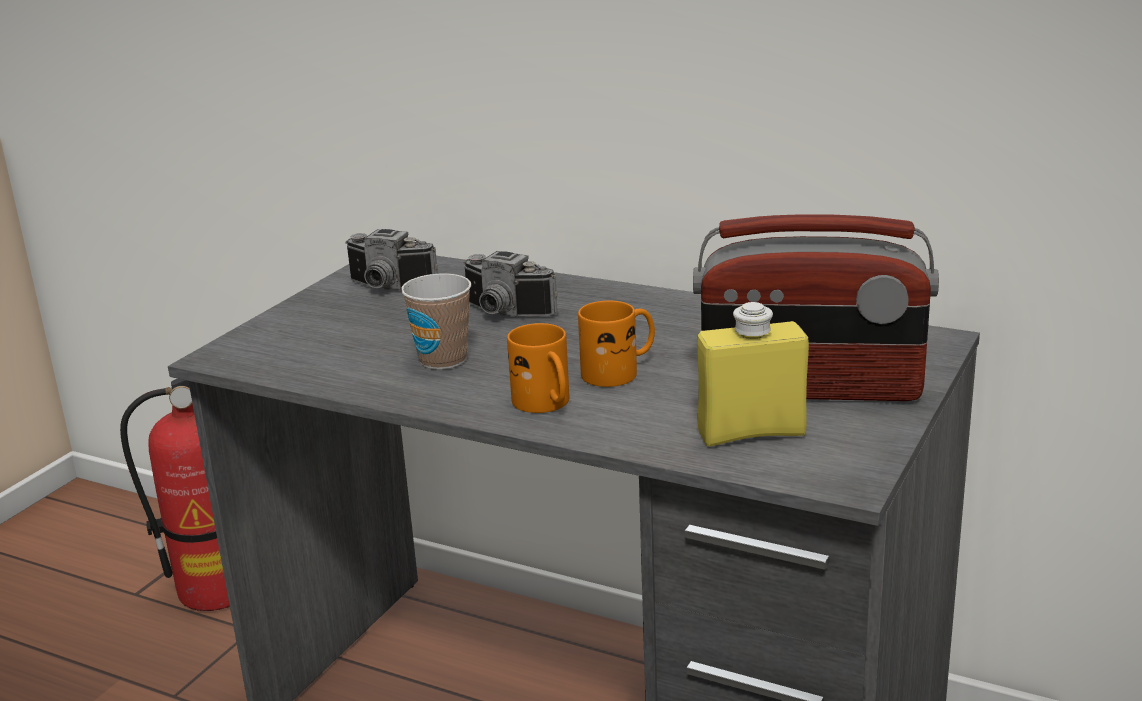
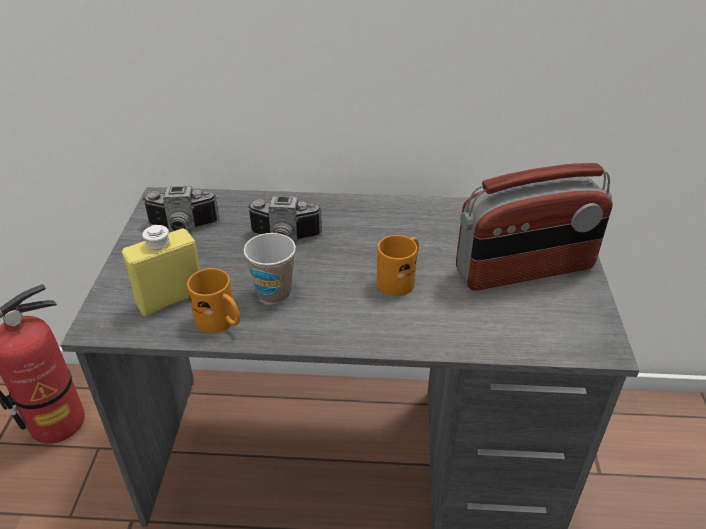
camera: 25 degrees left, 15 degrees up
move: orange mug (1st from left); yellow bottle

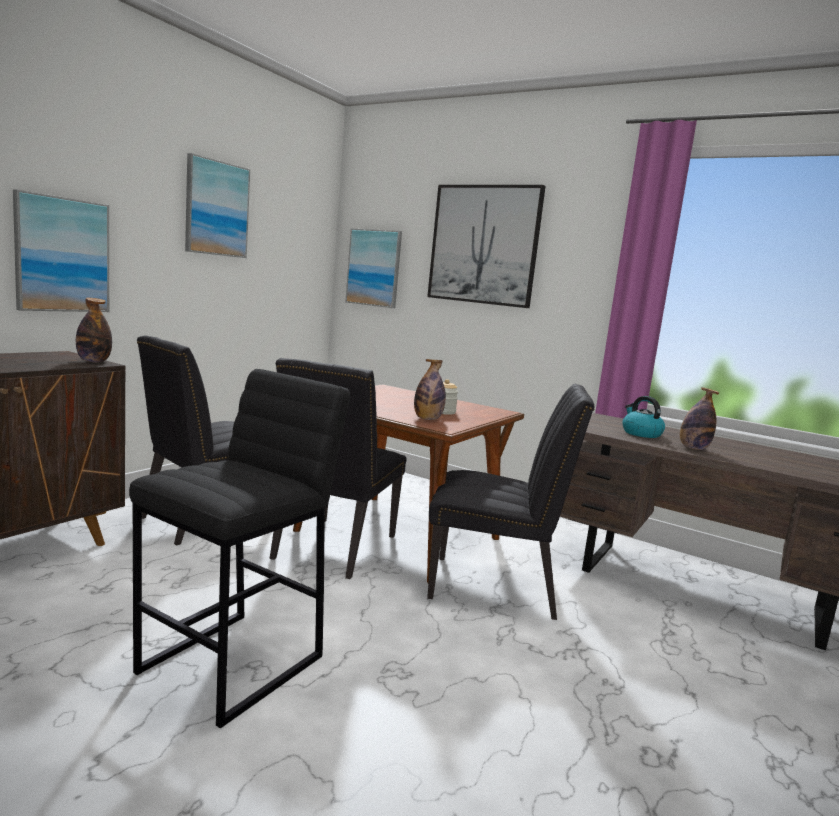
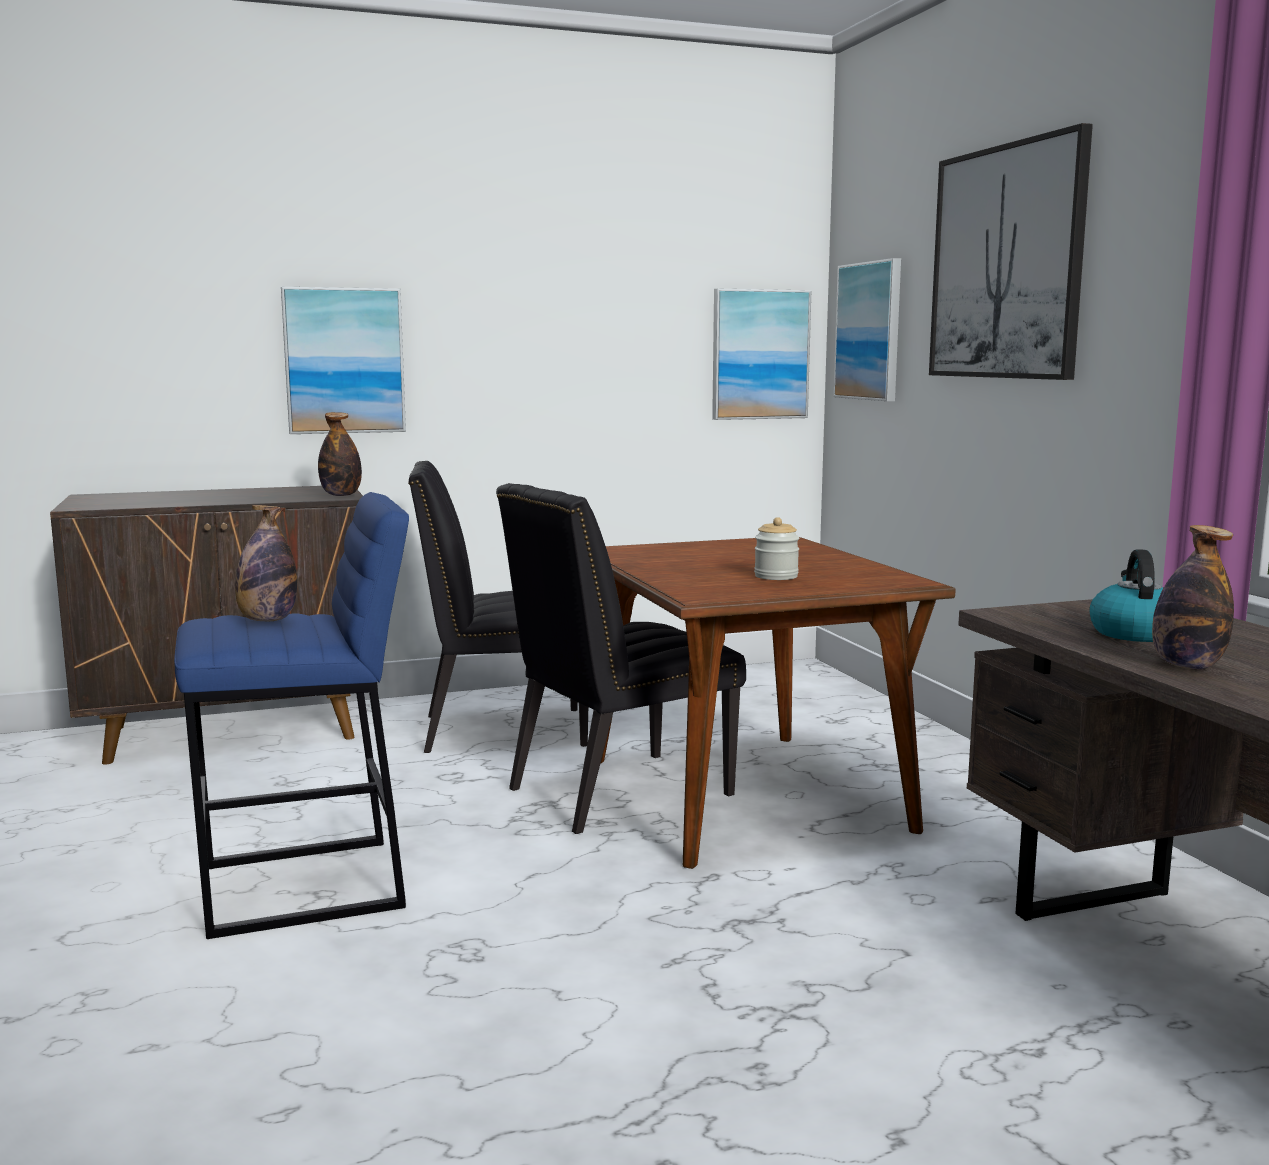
camera: 40 degrees right, 0 degrees up
delete: black chair (3rd from left)
move: picture (2nd from left); bottle (2nd from left in the first image) to bottle (1st from left)
recolor: black stool to blue stool

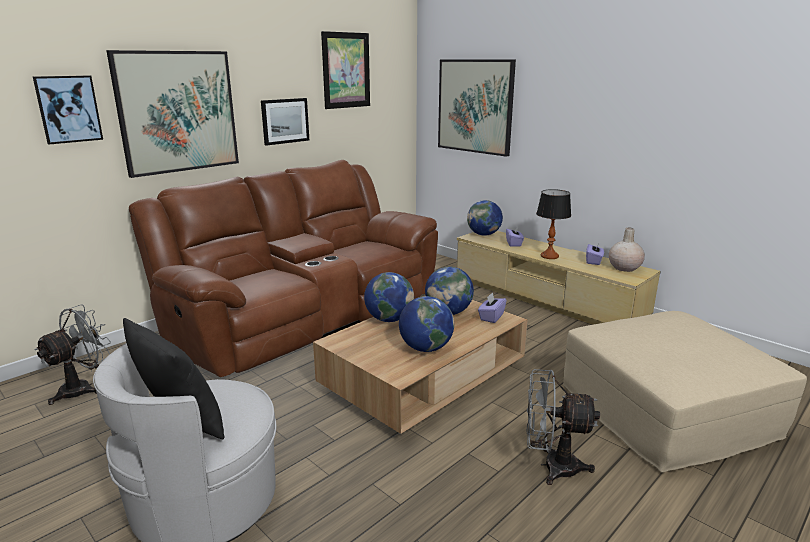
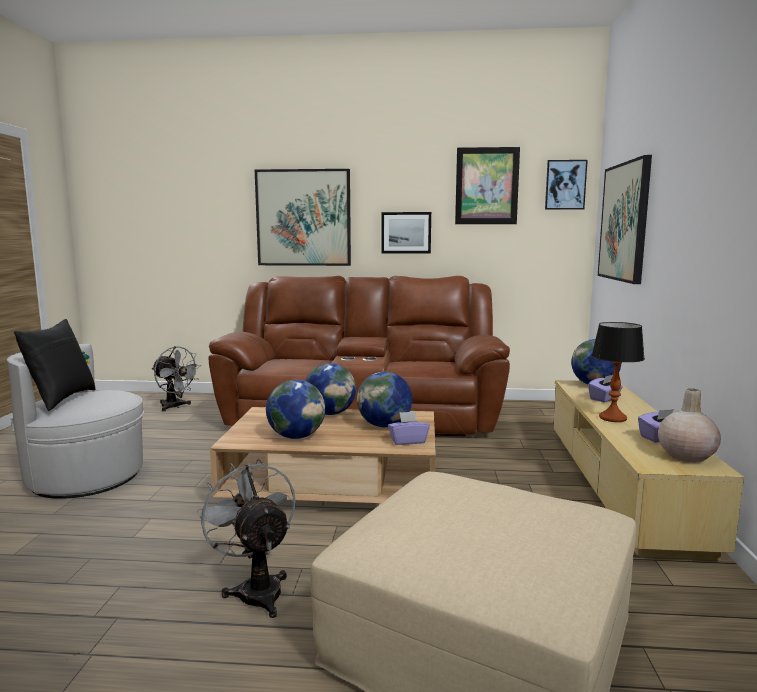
camera: 50 degrees right, 10 degrees down
move: picture (1st from left in the first image) to picture (4th from left)
rotate: grey fan (1st from left) 45 degrees clockwise

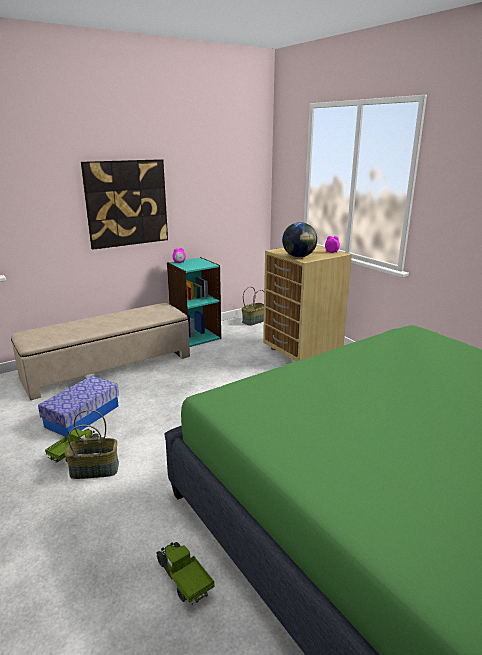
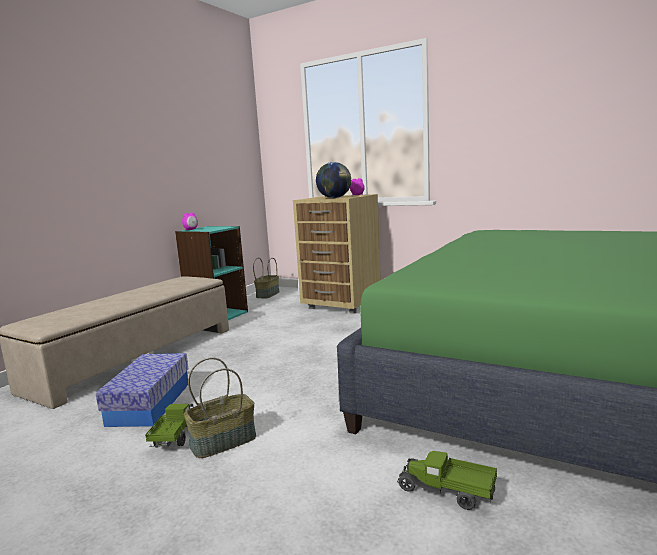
camera: 25 degrees left, 10 degrees down
delete: picture

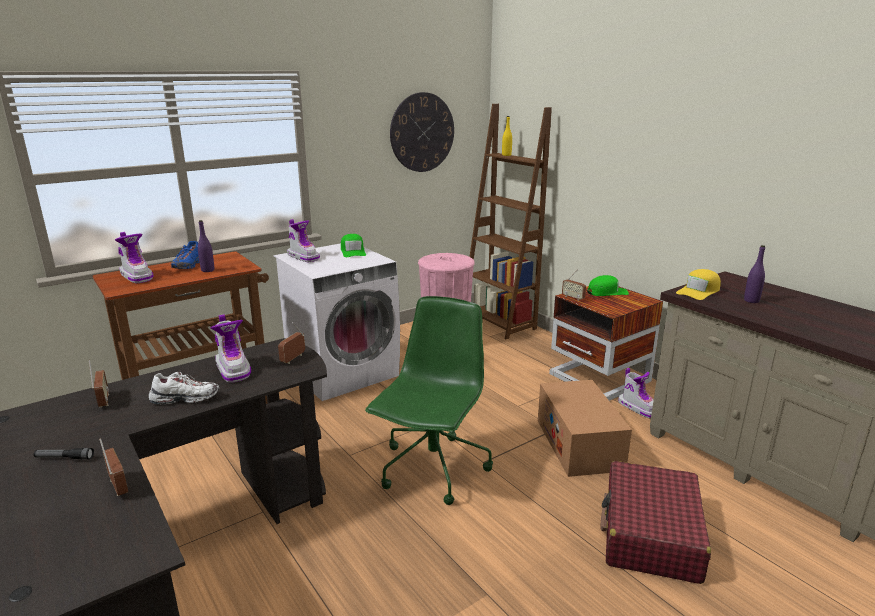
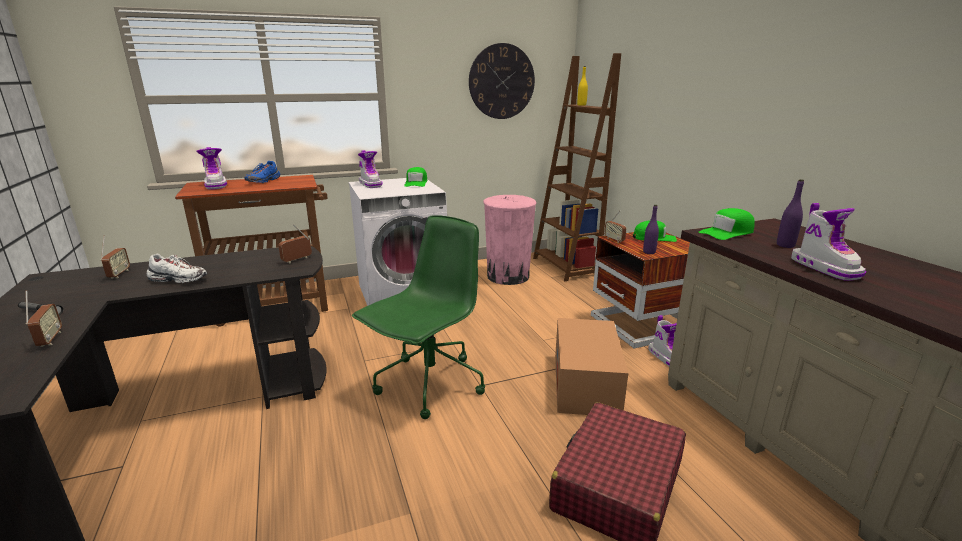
camera: 15 degrees right, 0 degrees up
move: purple bottle (1st from left); boot (2nd from left in the first image) to boot (4th from left)
recolor: yellow cap to green cap (3rd from left)

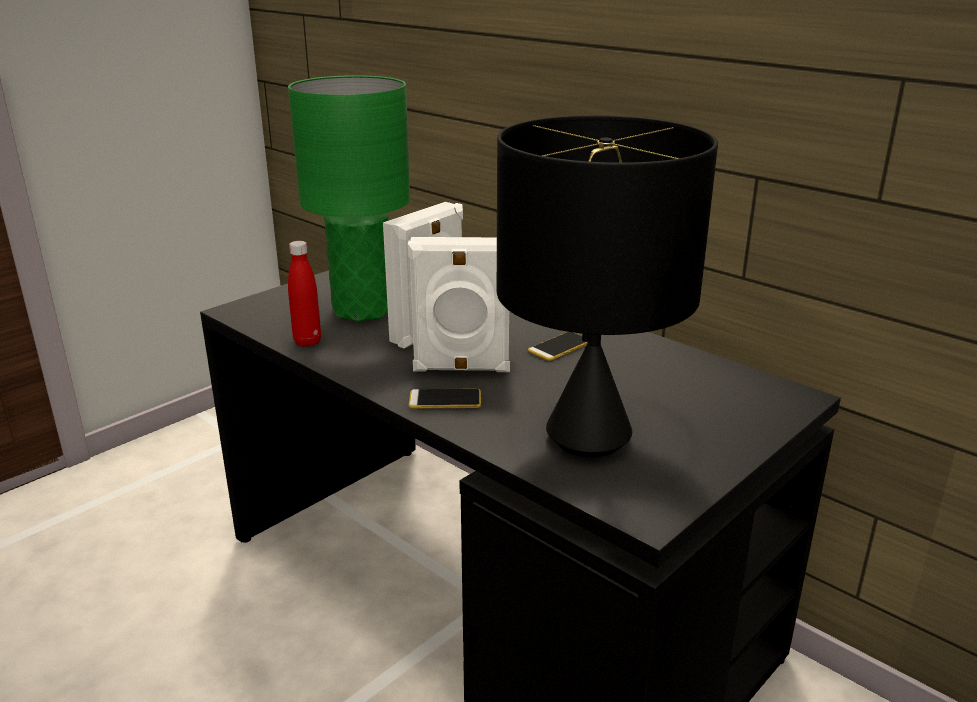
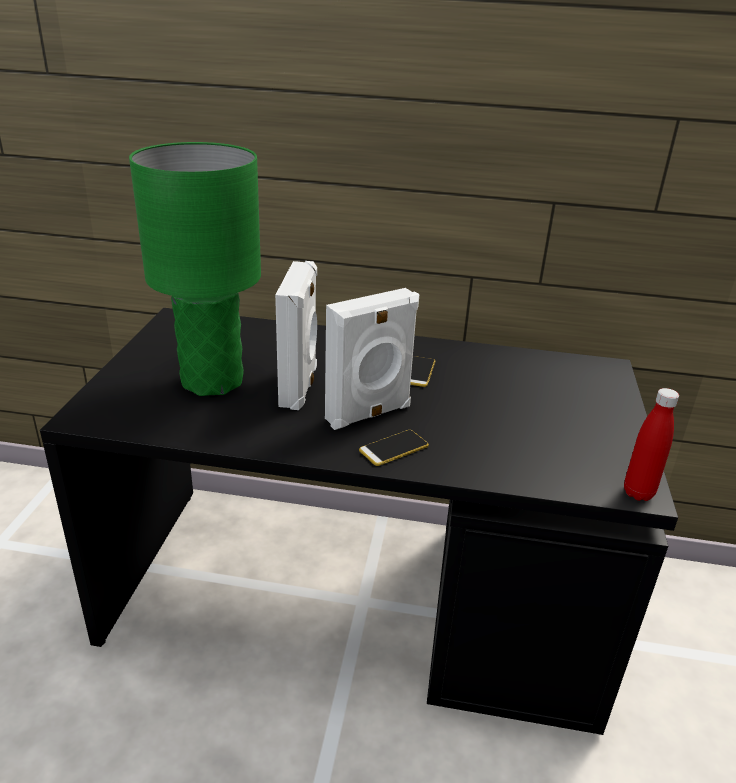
camera: 35 degrees left, 5 degrees up
delete: black table lamp
move: red bottle

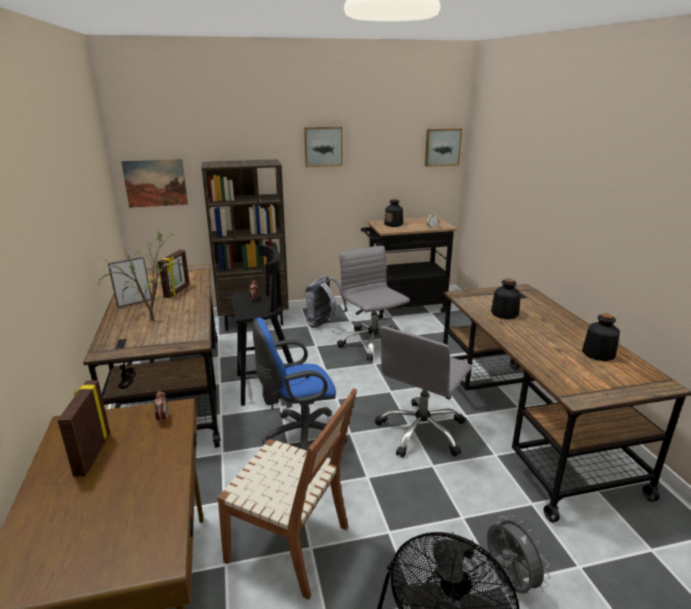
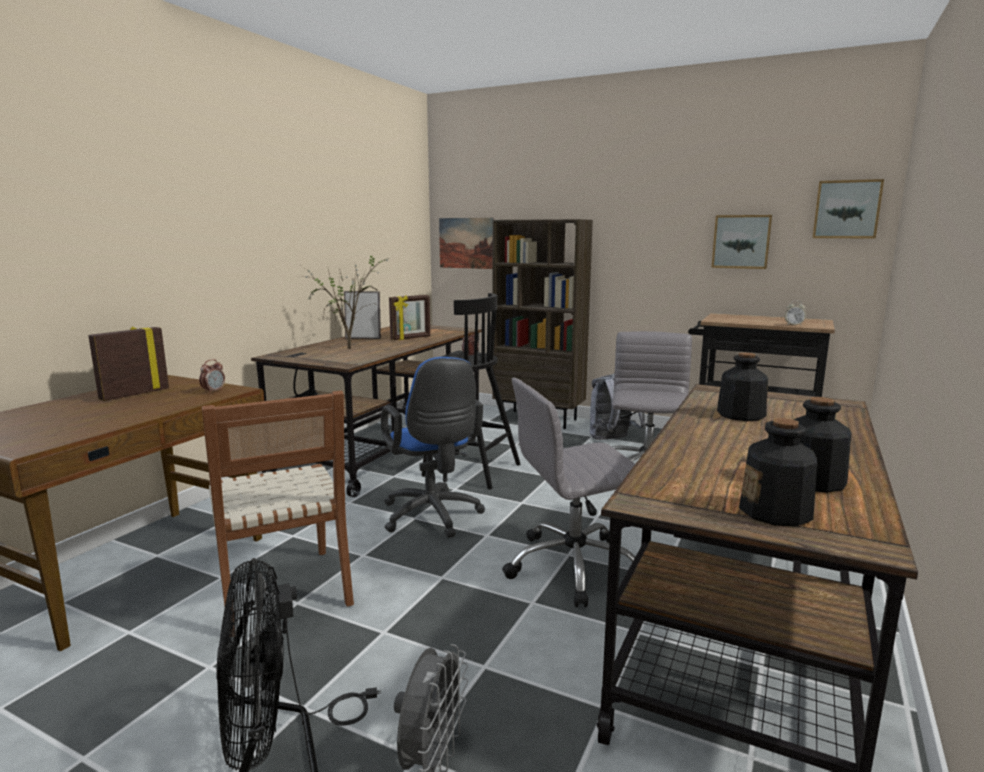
camera: 40 degrees right, 10 degrees down
move: picture (2nd from left); bottle (1st from left in the first image) to bottle (2nd from left)
rotate: blue office chair 135 degrees counterclockwise

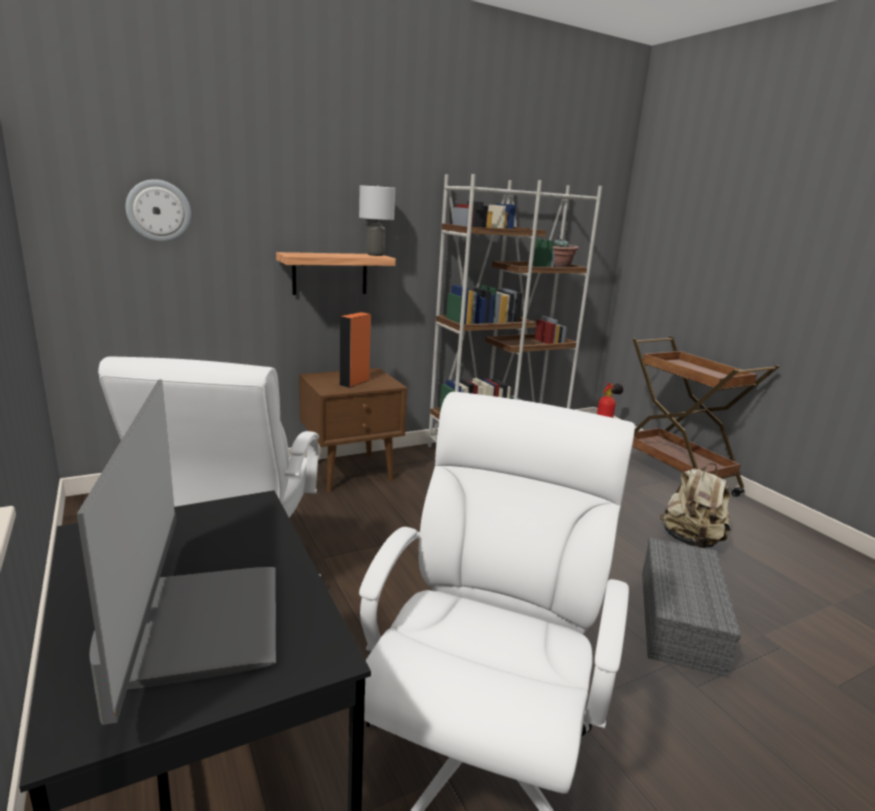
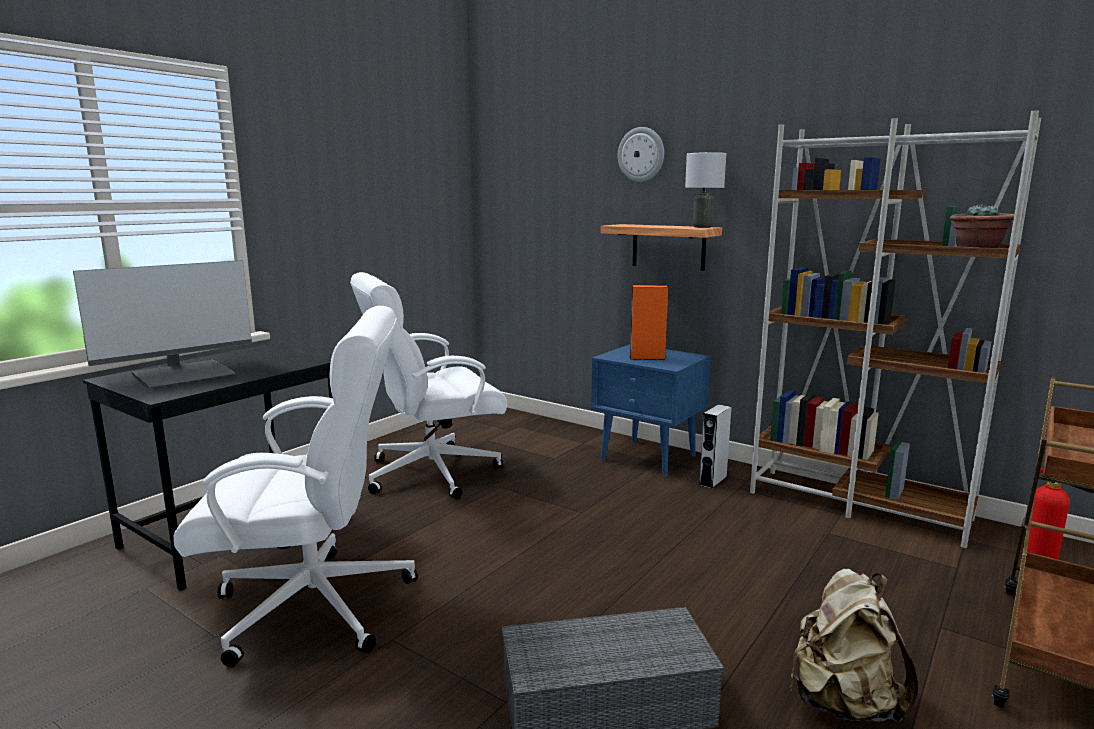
camera: 65 degrees right, 5 degrees down
insert: grey speaker
move: wall clock
recolor: brown nightstand to blue nightstand

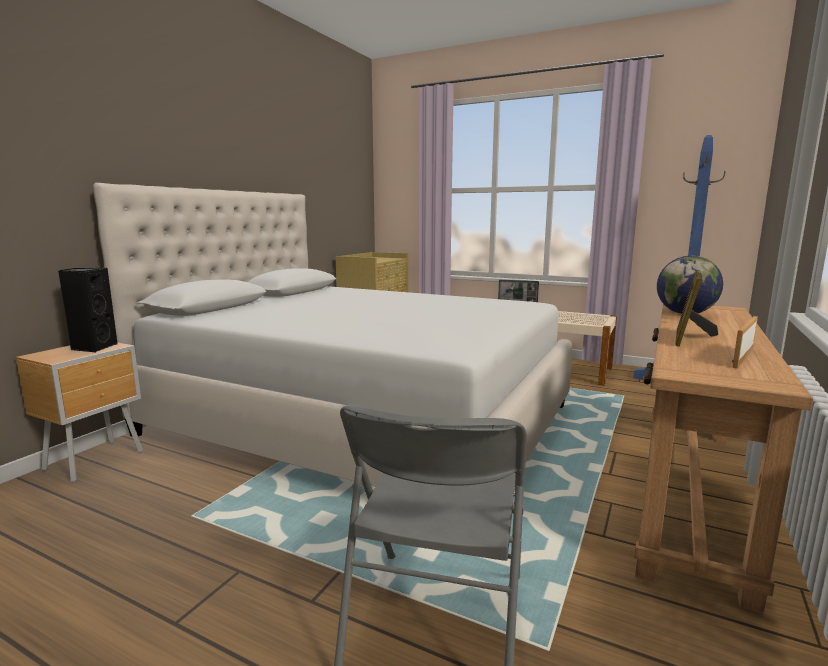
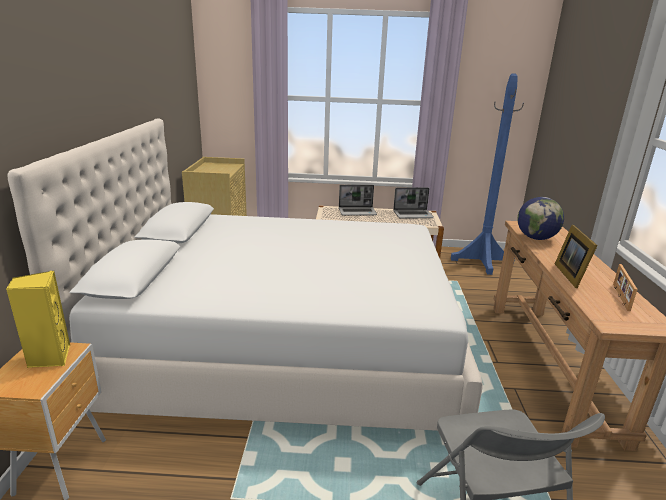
camera: 25 degrees left, 10 degrees up
insert: laptop (2nd from left)
recolor: black speaker to yellow speaker

